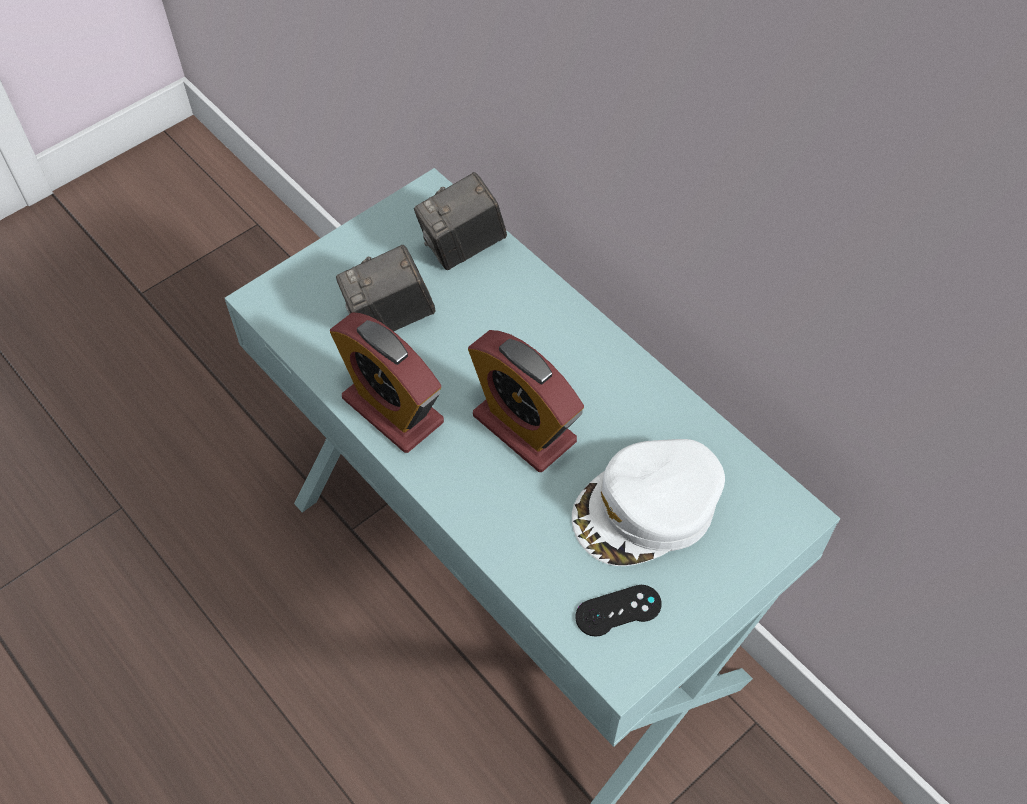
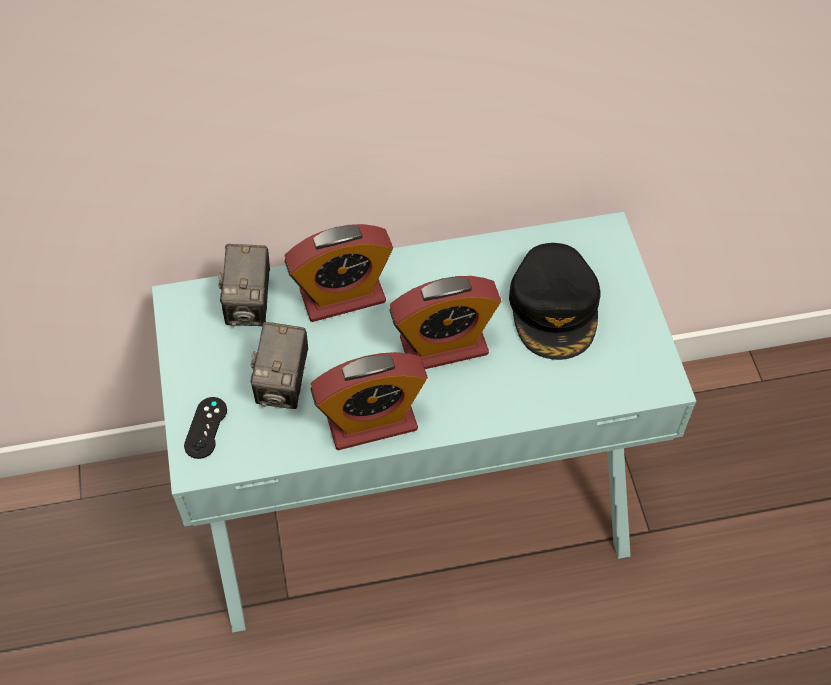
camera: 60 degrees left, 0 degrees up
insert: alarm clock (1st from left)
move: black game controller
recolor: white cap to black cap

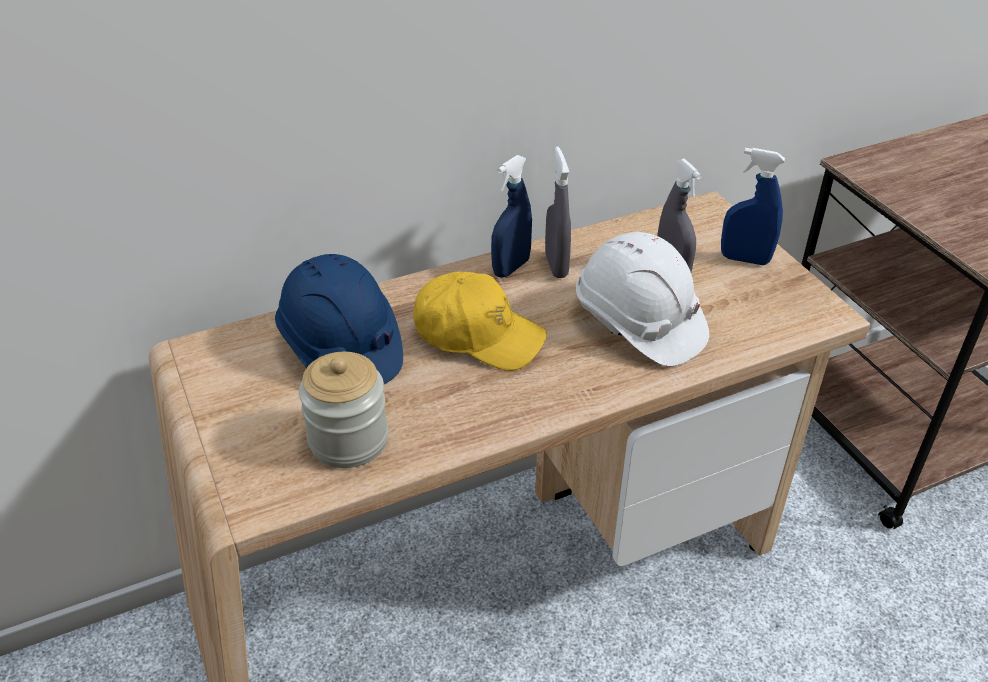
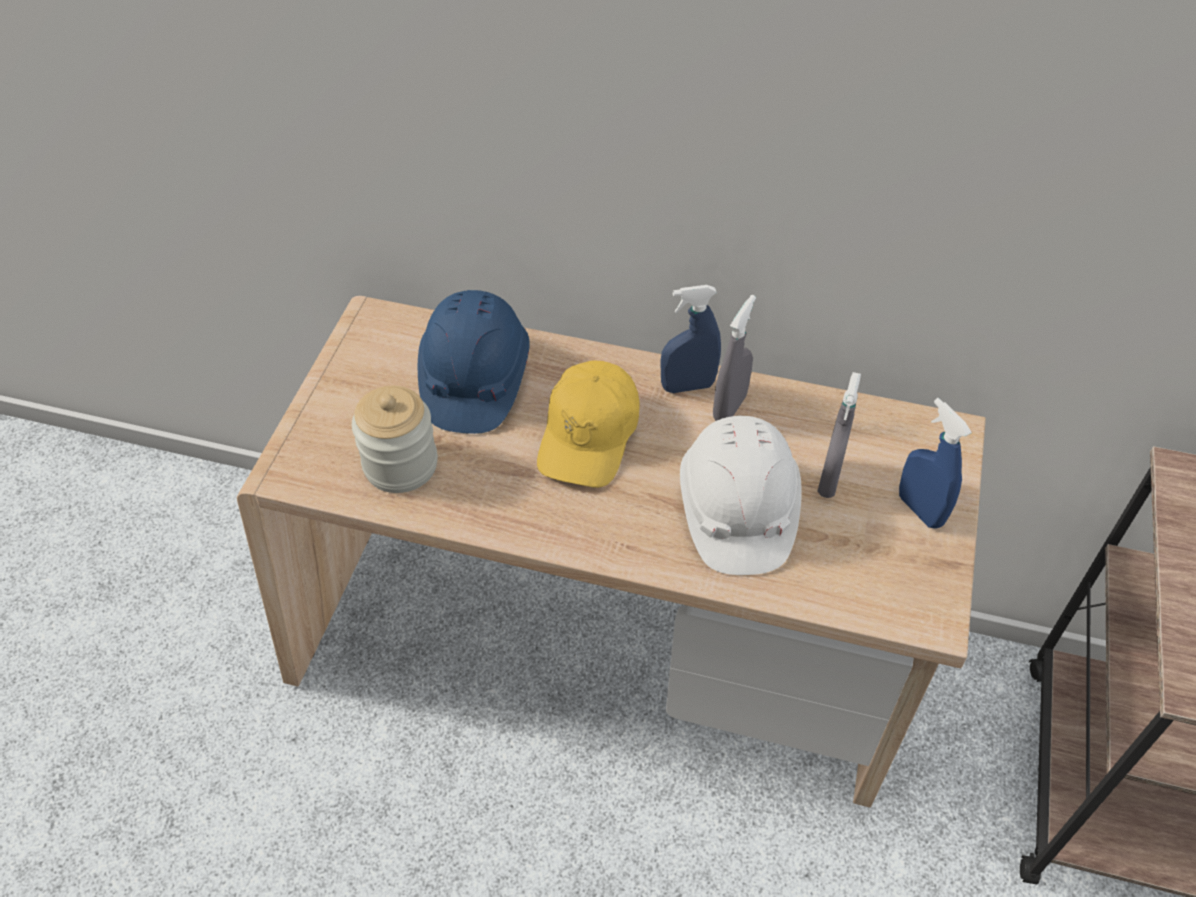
camera: 40 degrees right, 10 degrees up
rotate: yellow cap 45 degrees clockwise

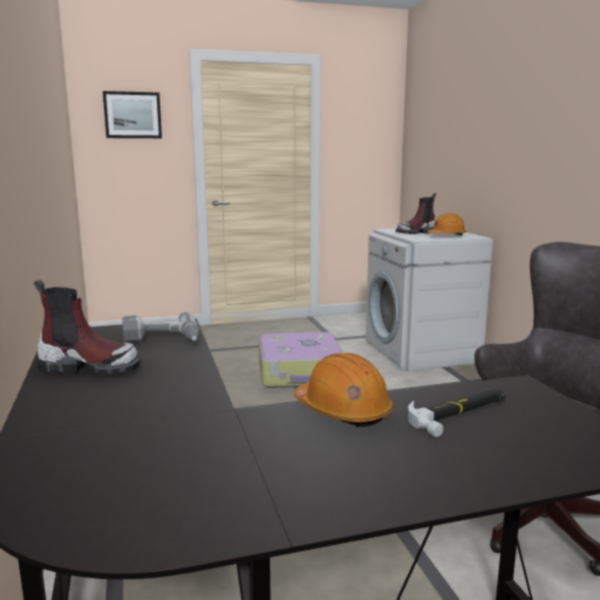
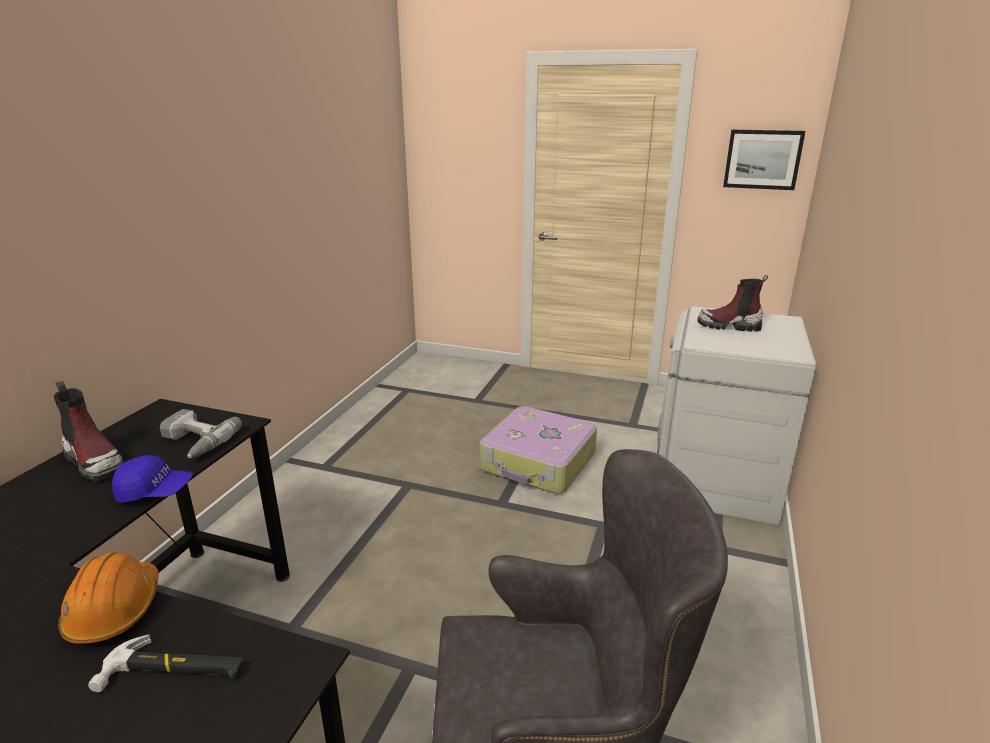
camera: 35 degrees right, 10 degrees up
delete: orange hard hat (2nd from left)
insert: blue cap
move: picture

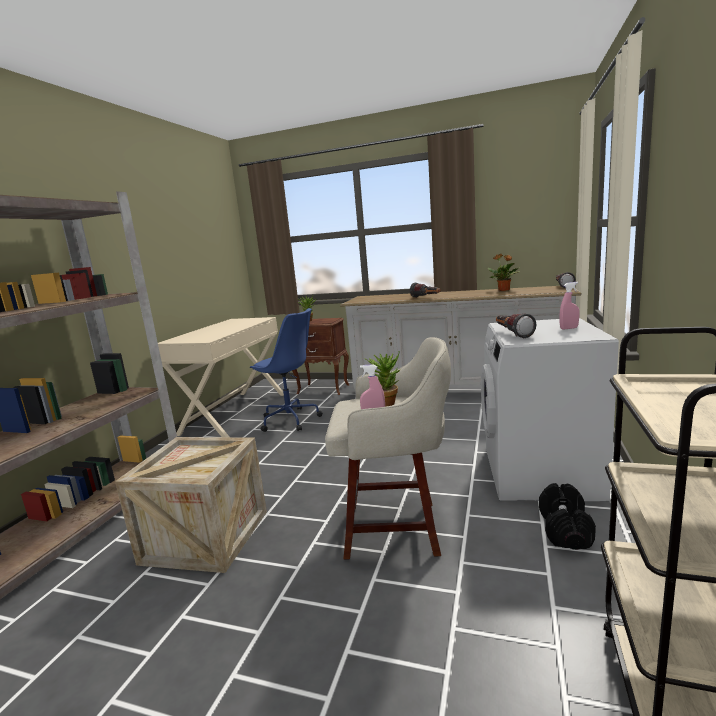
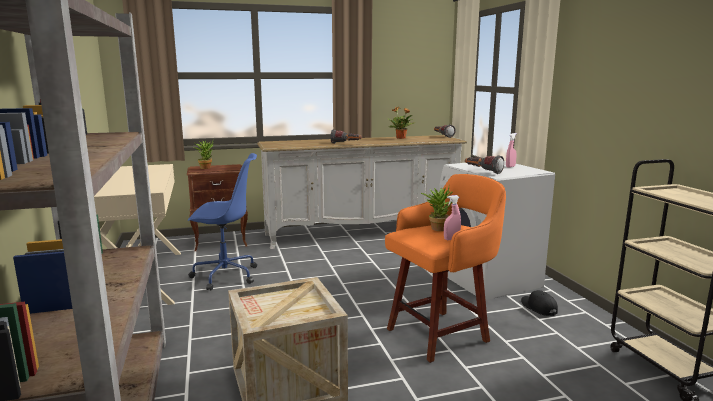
camera: 35 degrees left, 0 degrees up
replace: black dumbbell to black cap
recolor: beige stool to orange stool

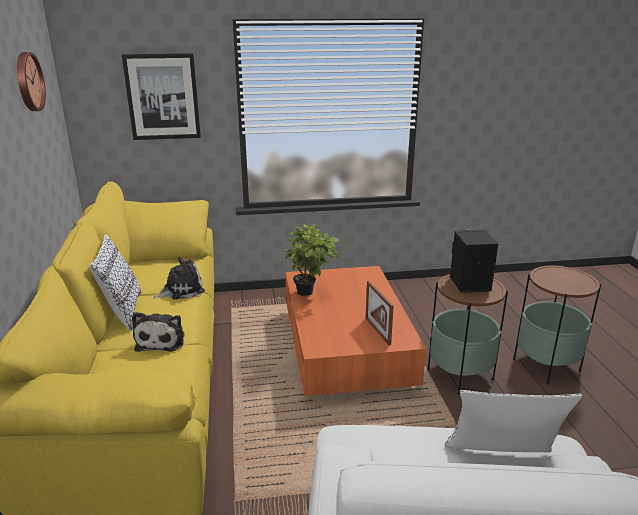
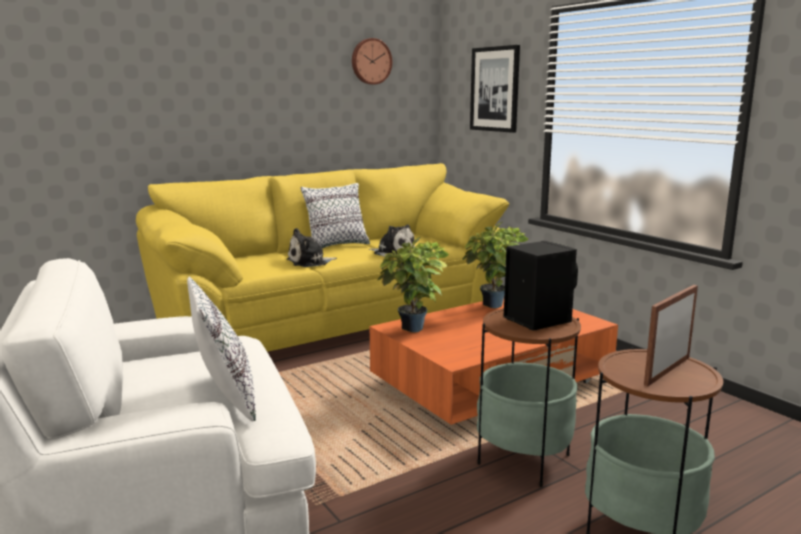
camera: 65 degrees right, 10 degrees down
insert: potted plant (1st from left)
move: picture frame

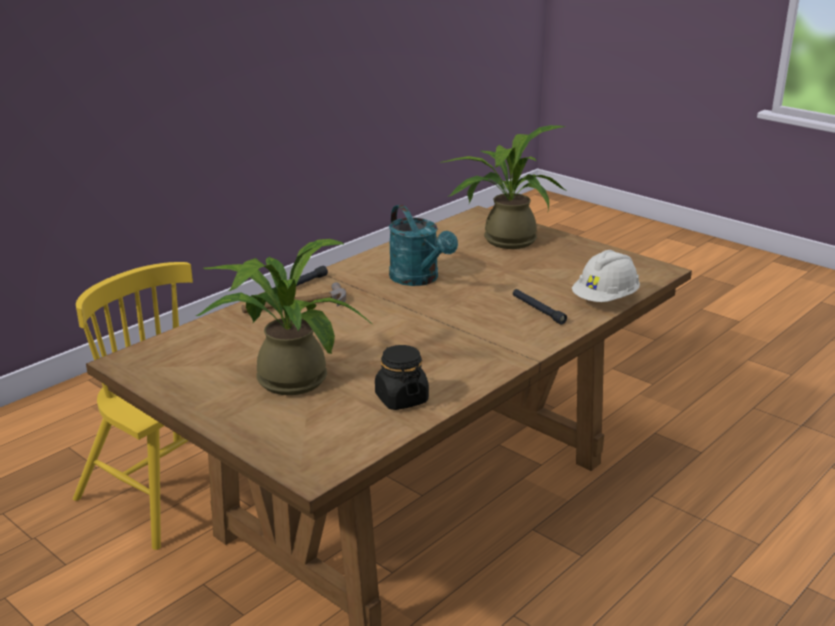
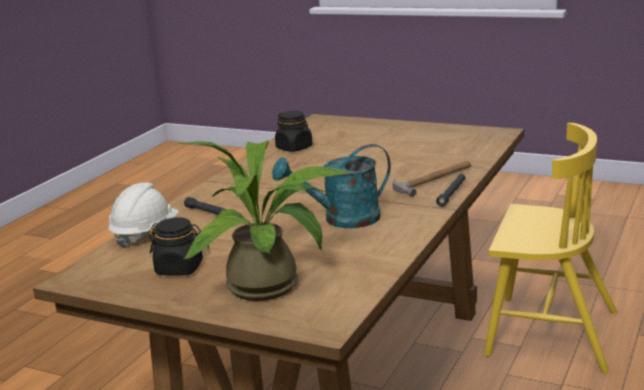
camera: 165 degrees right, 5 degrees down
delete: potted plant (1st from left)
insert: black jar (1st from left)
rotate: turquoise watering can 60 degrees counterclockwise

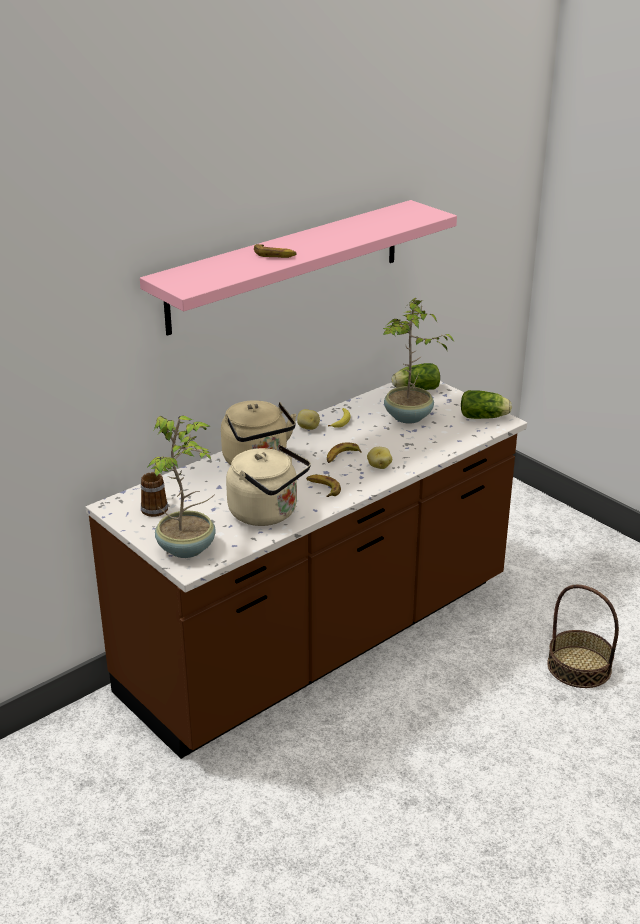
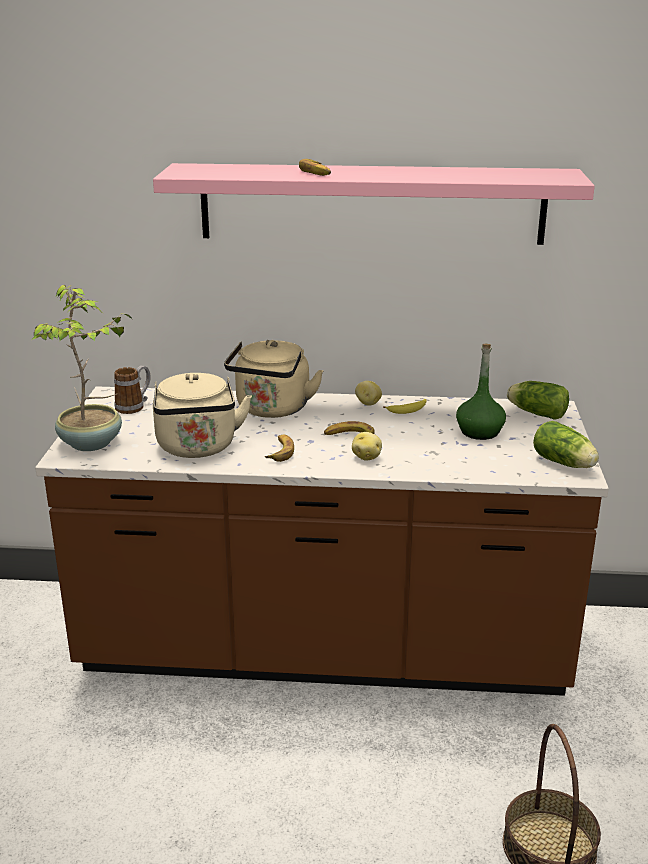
camera: 45 degrees right, 5 degrees down
replace: potted plant (2nd from left) to green bottle

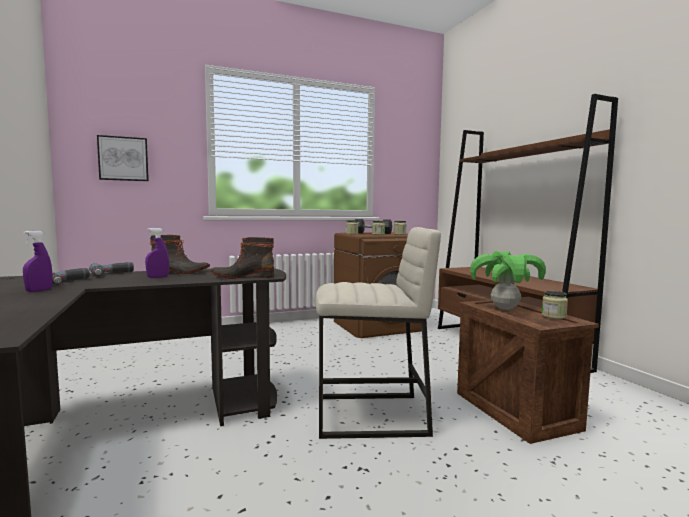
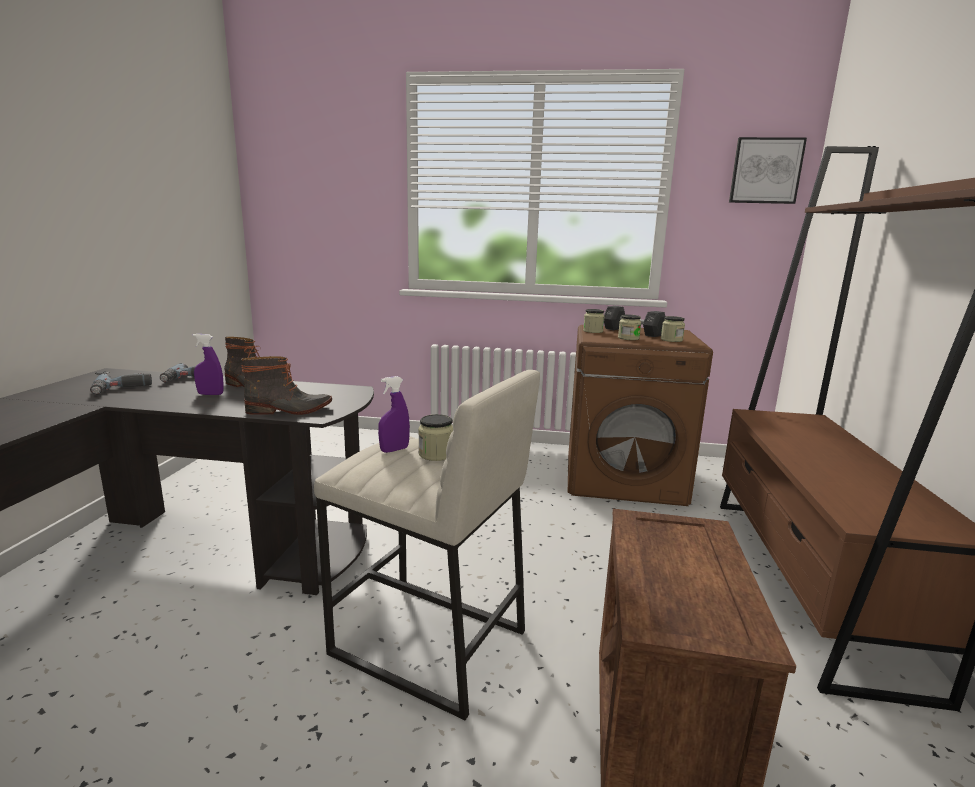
camera: 30 degrees right, 10 degrees up
delete: potted plant
move: purple spray bottle (1st from left in the first image) to purple spray bottle (2nd from left); picture; jar (4th from left in the first image) to jar (1st from left)
rotate: boot (2nd from left) 150 degrees clockwise

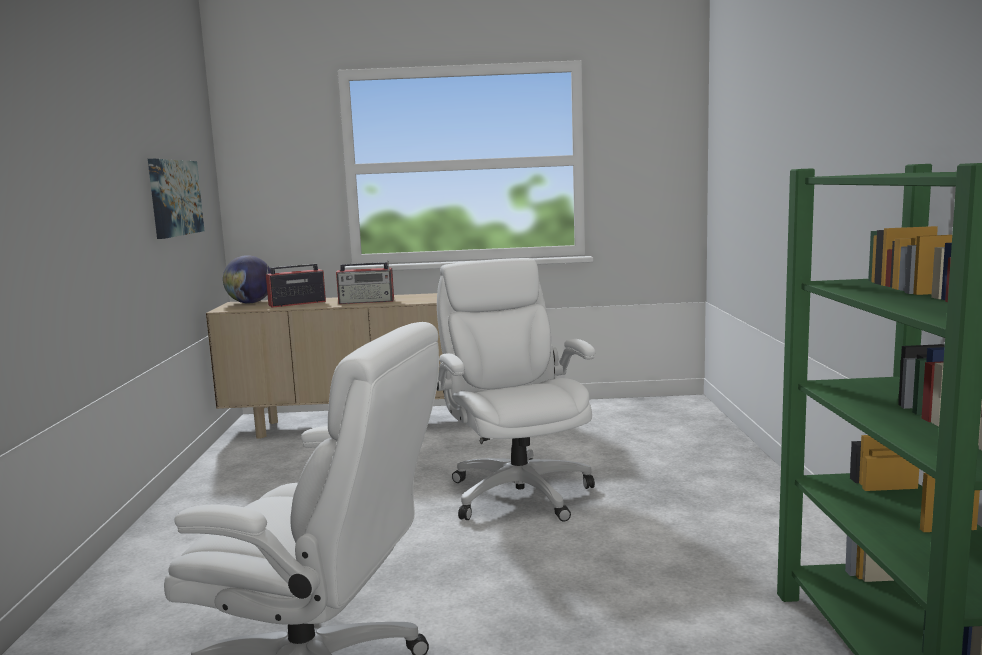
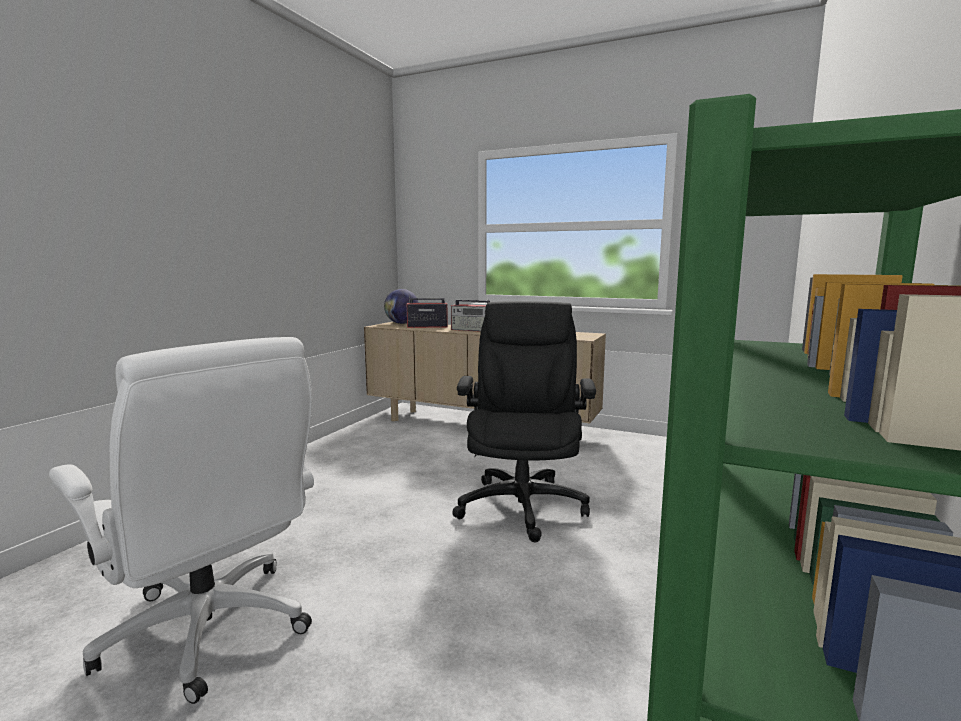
camera: 25 degrees right, 0 degrees up
delete: picture
recolor: white office chair (2nd from left) to black office chair

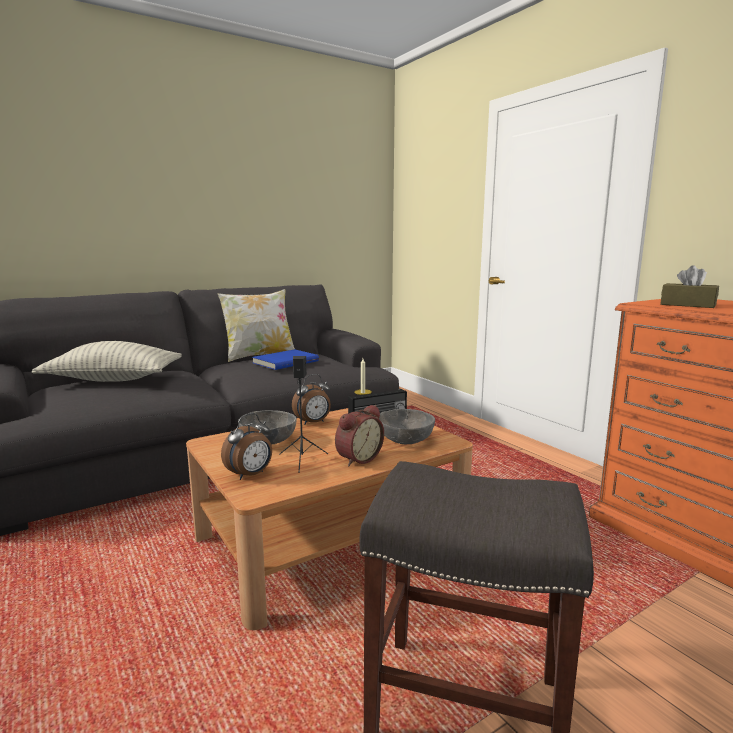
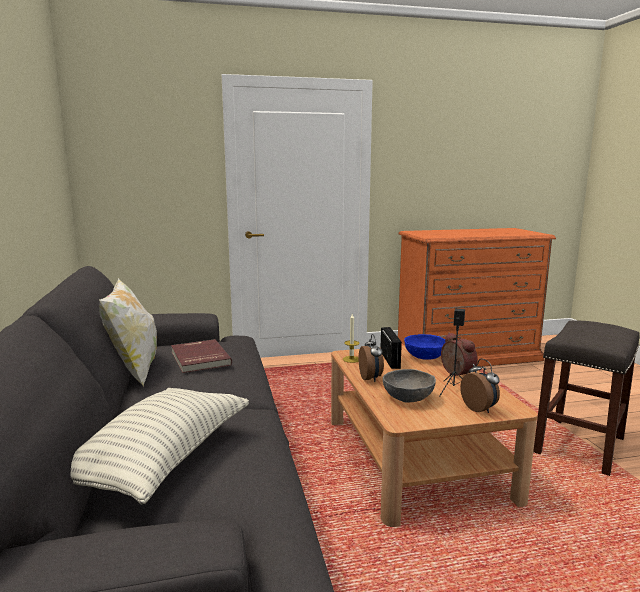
camera: 70 degrees left, 0 degrees up
delete: brown tissue box
recolor: blue book to red book; grey bowl (2nd from left) to blue bowl

